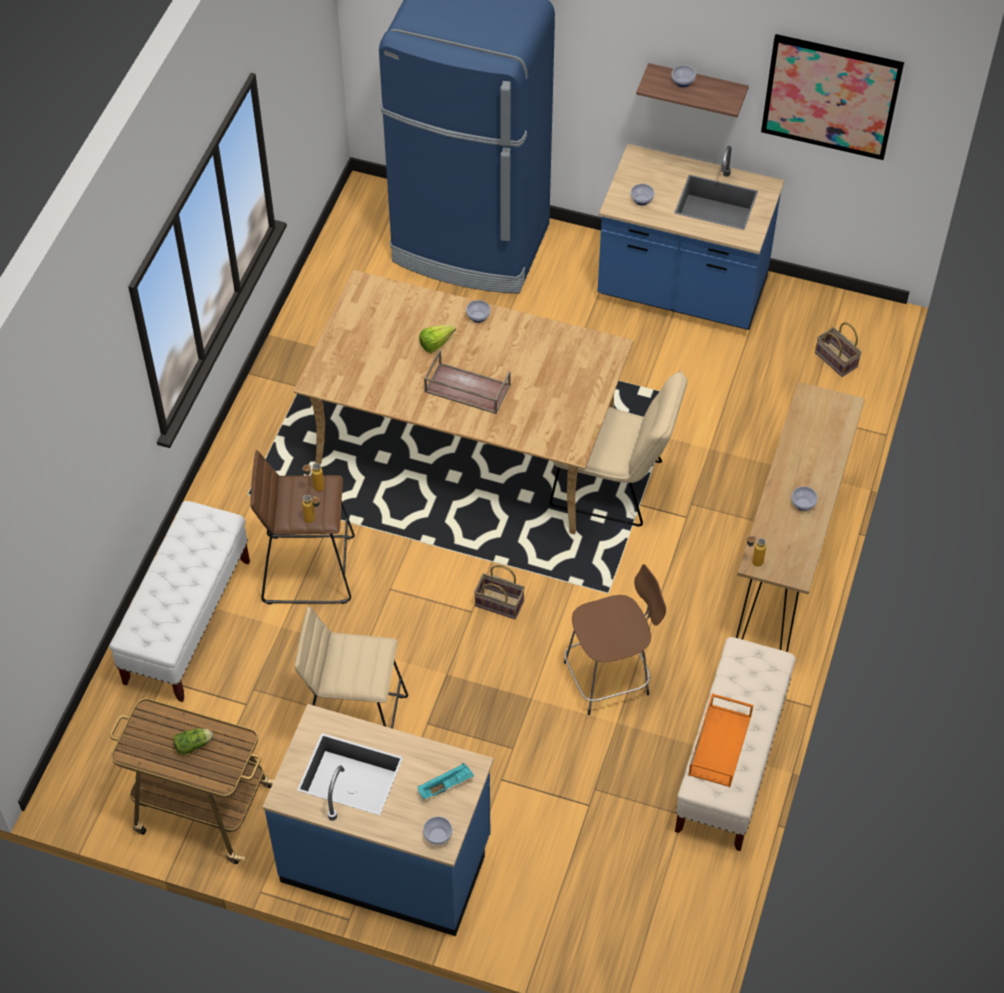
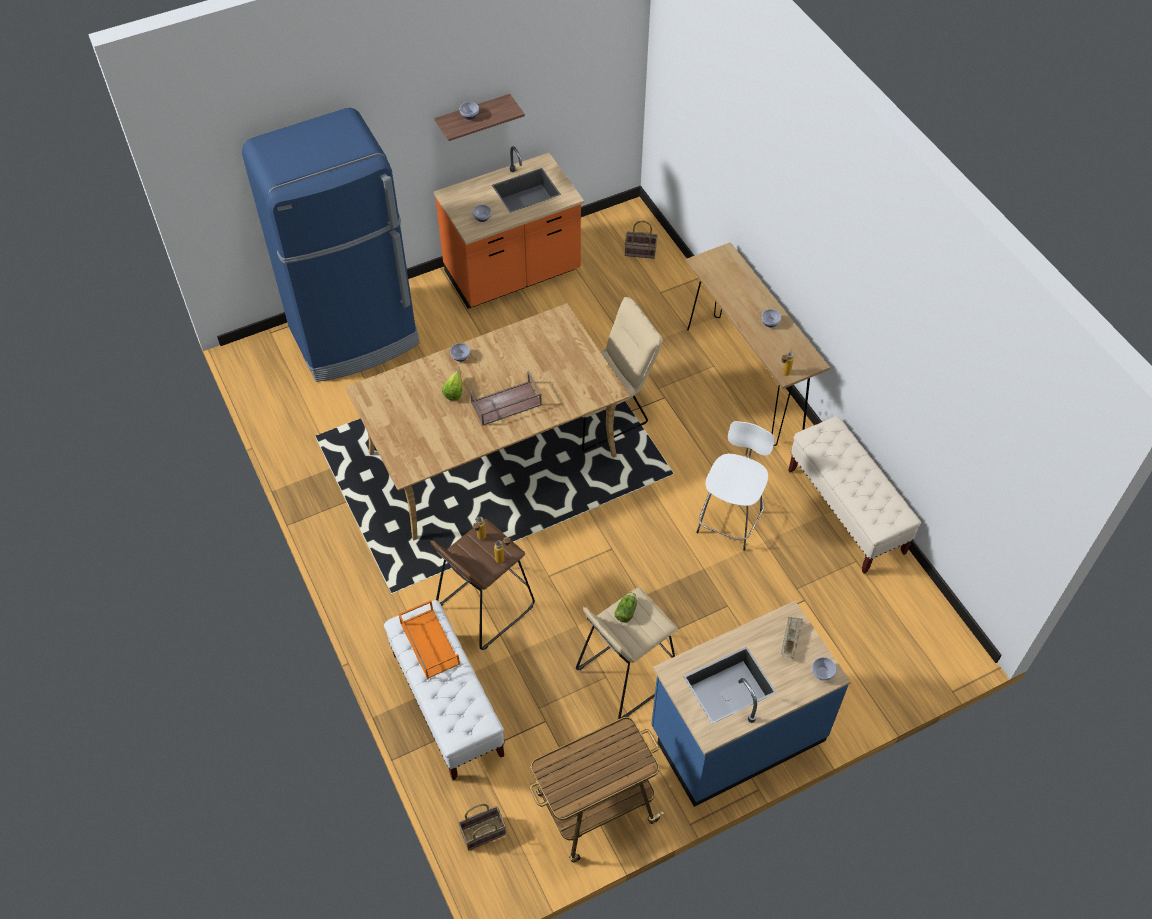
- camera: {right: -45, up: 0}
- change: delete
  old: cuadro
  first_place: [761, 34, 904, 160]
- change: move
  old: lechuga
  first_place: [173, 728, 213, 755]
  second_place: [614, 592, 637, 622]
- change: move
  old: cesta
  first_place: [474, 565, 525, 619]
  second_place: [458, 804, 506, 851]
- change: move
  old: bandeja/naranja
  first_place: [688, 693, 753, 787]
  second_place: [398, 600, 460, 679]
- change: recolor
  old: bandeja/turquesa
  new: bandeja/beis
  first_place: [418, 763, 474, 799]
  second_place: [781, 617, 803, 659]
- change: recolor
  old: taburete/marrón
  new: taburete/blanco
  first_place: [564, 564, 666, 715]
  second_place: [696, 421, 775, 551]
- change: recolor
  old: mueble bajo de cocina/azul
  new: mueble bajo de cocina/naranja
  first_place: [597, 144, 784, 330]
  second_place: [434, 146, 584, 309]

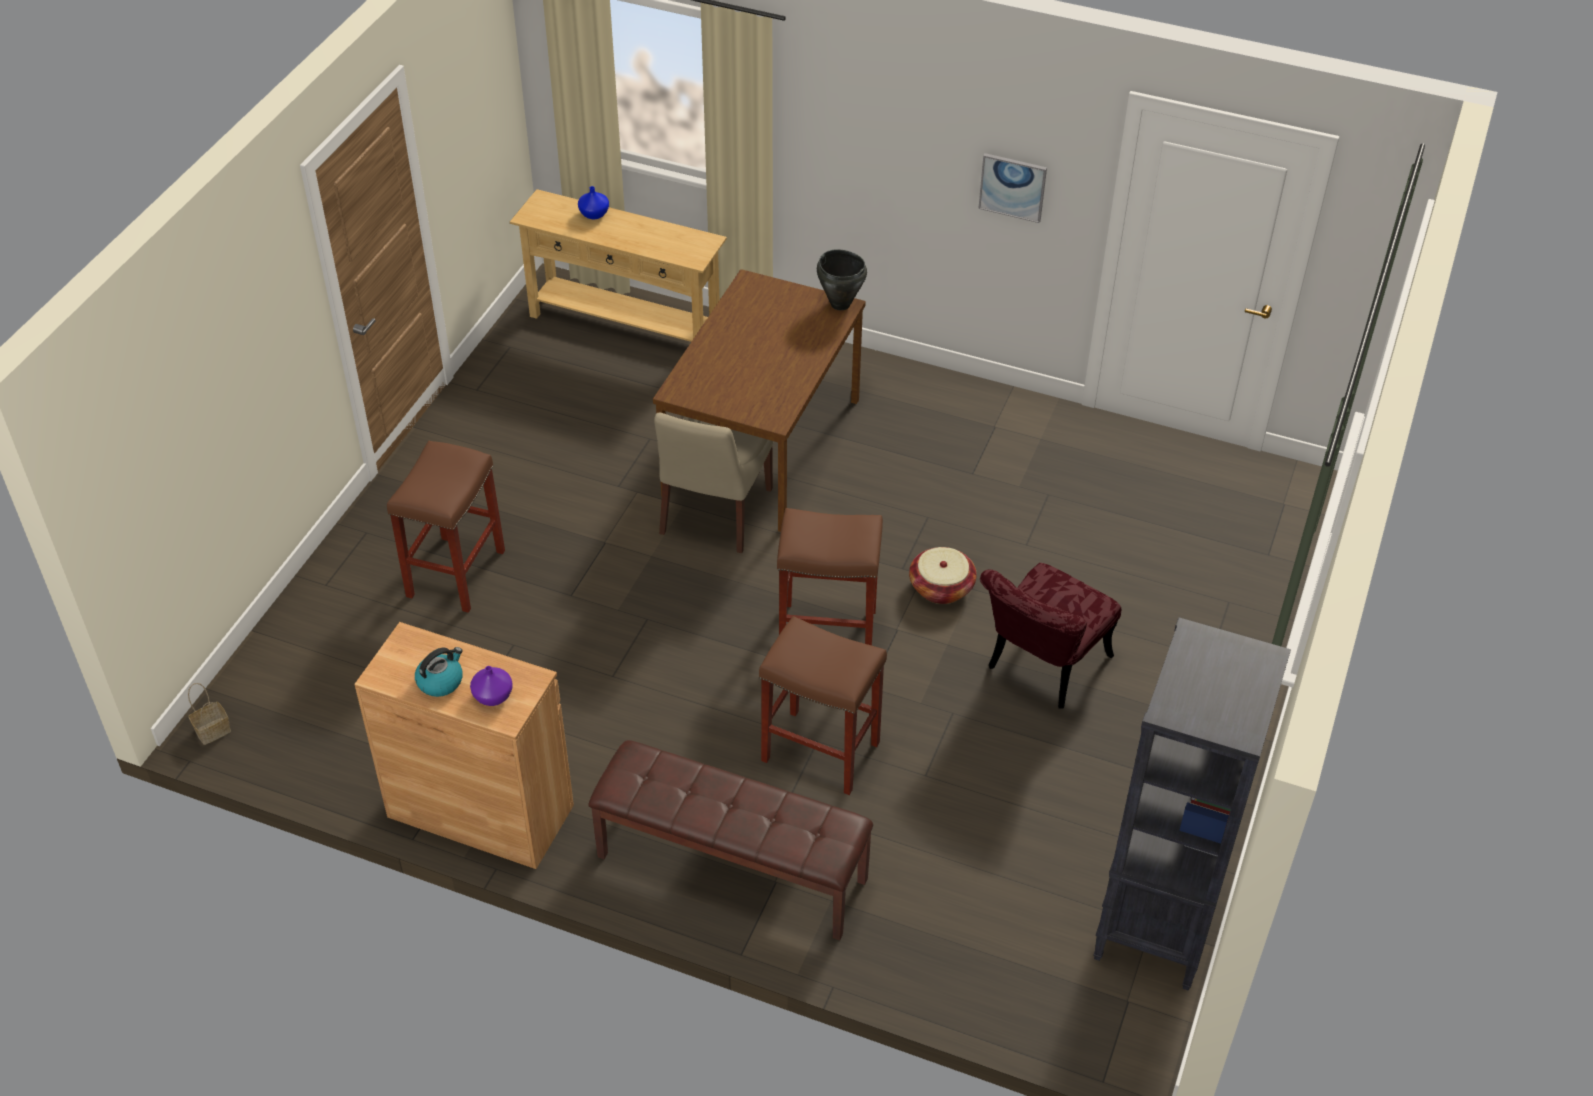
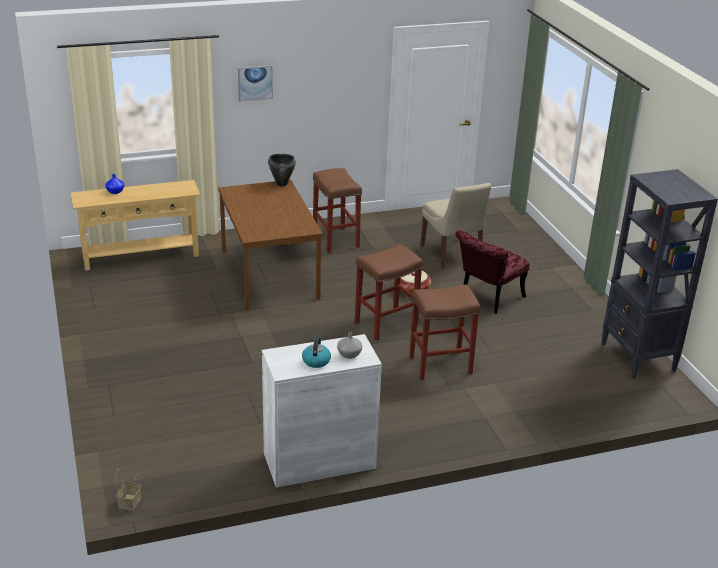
- camera: {right: -40, up: -15}
- change: delete
  old: banco/marrón
  first_place: [588, 740, 873, 940]
- change: move
  old: taburete/marrón
  first_place: [387, 441, 505, 613]
  second_place: [313, 168, 362, 253]
- change: move
  old: silla/beis
  first_place: [654, 413, 774, 553]
  second_place: [421, 183, 491, 269]
- change: move
  old: cuadro
  first_place: [978, 153, 1047, 223]
  second_place: [238, 65, 273, 102]
- change: recolor
  old: armario/marrón
  new: armario/blanco
  first_place: [354, 622, 574, 869]
  second_place: [262, 334, 382, 488]
- change: recolor
  old: florero/morado
  new: florero/gris
  first_place: [470, 666, 513, 706]
  second_place: [337, 332, 362, 359]
- change: rotate
  old: silla/rojo
  first_place: [980, 563, 1121, 709]
  second_place: [455, 230, 529, 314]
  degrees: 45

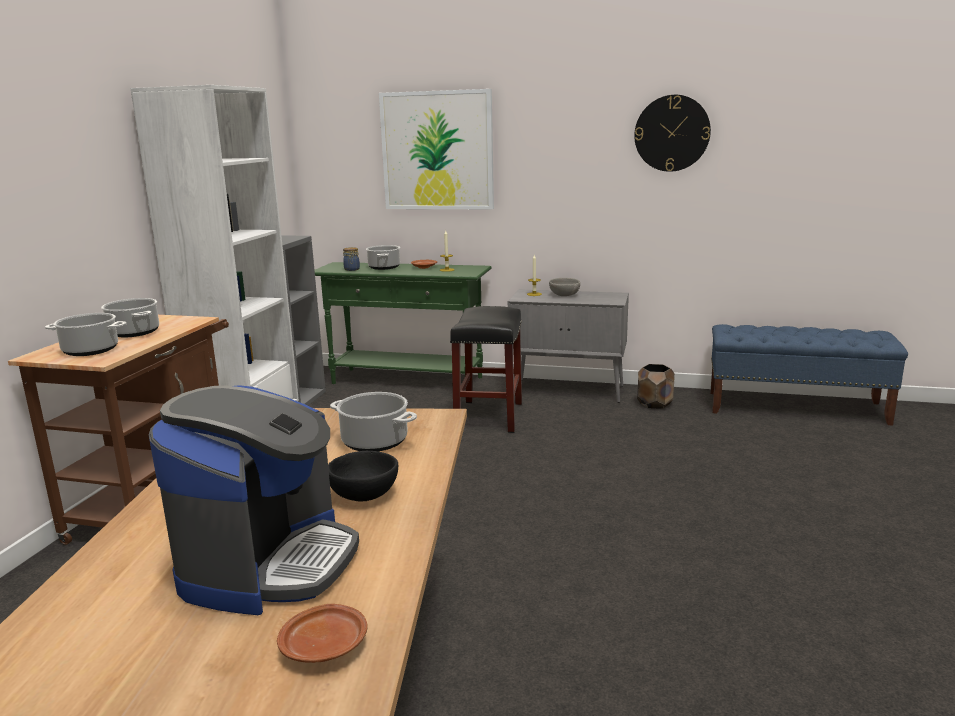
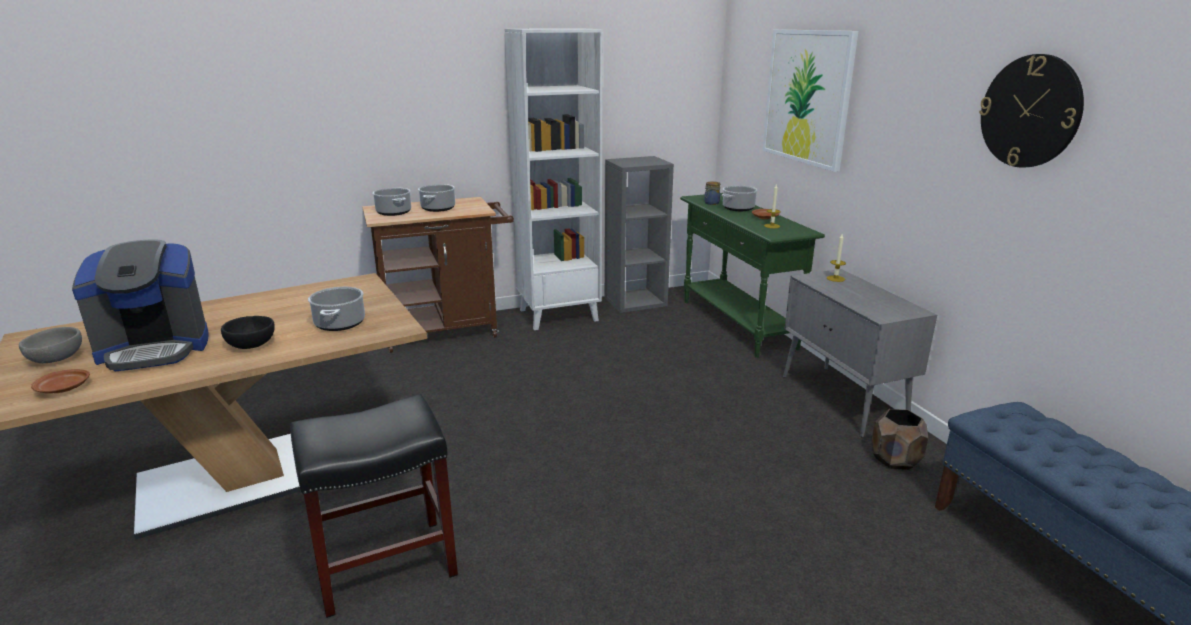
- camera: {right: 55, up: 5}
- change: move
  old: taburete/negro
  first_place: [450, 306, 522, 433]
  second_place: [291, 394, 458, 618]
- change: move
  old: cuenco/gris
  first_place: [549, 278, 580, 296]
  second_place: [19, 327, 82, 363]

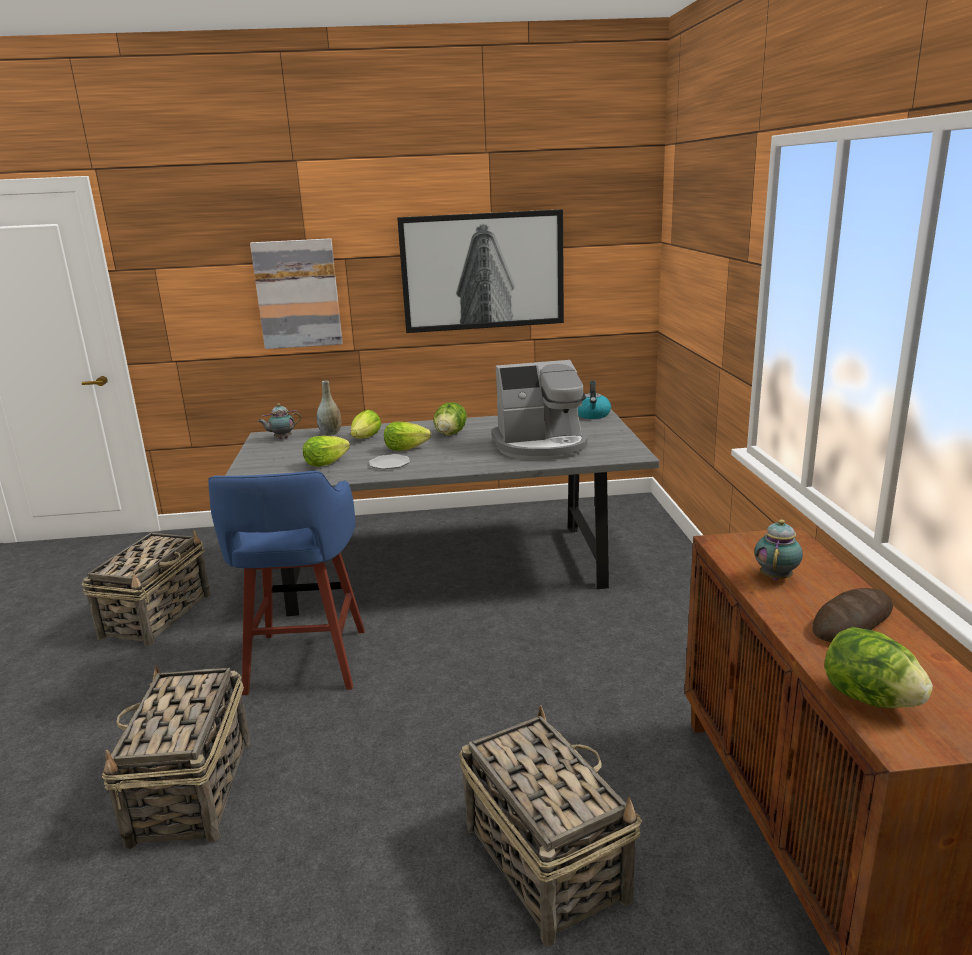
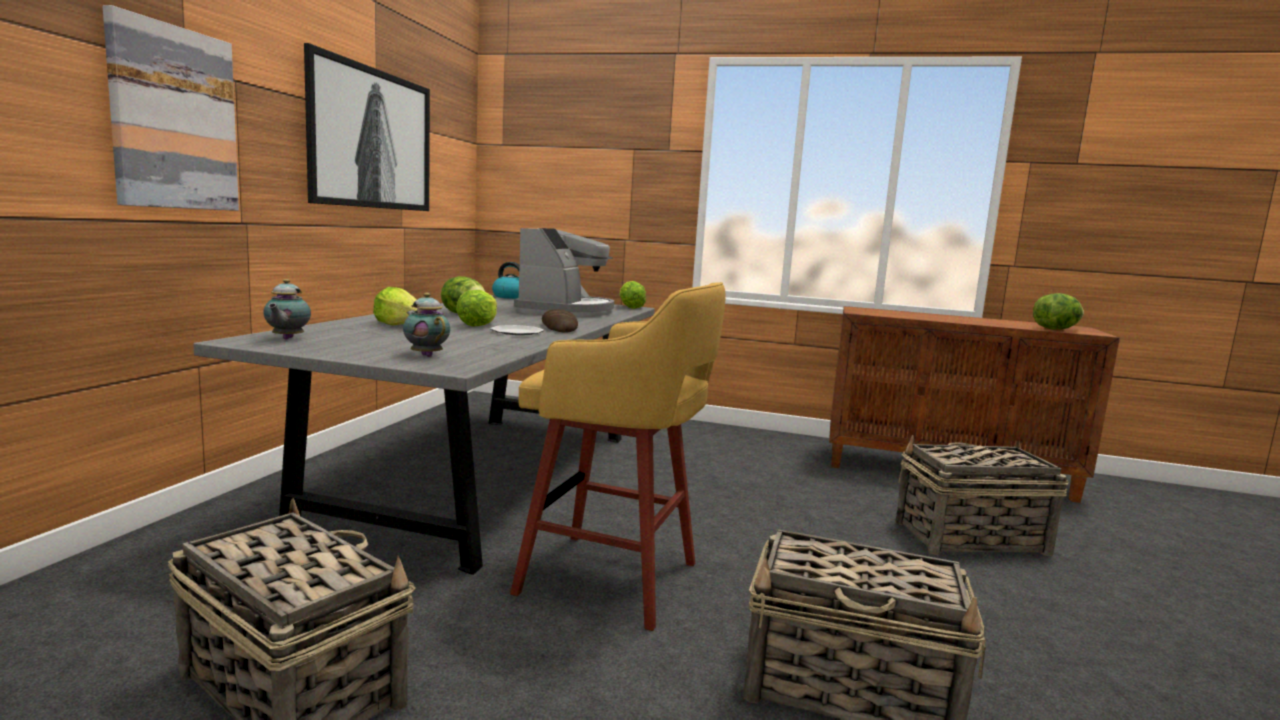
- camera: {right: -70, up: -10}
- change: delete
  old: florero/gris
  first_place: [317, 381, 341, 435]
- change: move
  old: lechuga
  first_place: [303, 436, 350, 467]
  second_place: [619, 281, 646, 309]
- change: move
  old: tetera
  first_place: [754, 519, 803, 580]
  second_place: [403, 293, 450, 357]
- change: move
  old: pan
  first_place: [812, 588, 893, 642]
  second_place: [542, 309, 578, 333]
- change: recolor
  old: taburete/azul
  new: taburete/amarillo
  first_place: [208, 471, 365, 695]
  second_place: [510, 282, 726, 631]

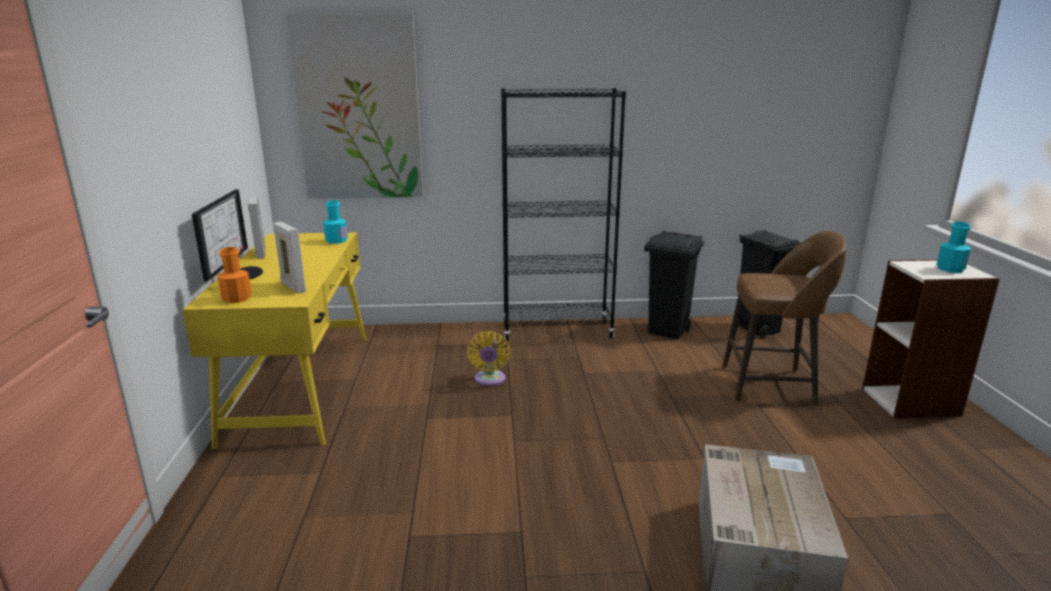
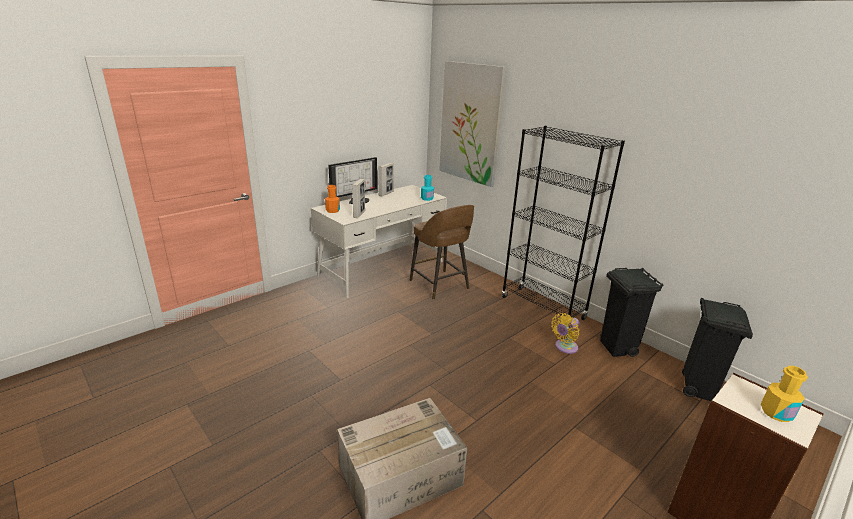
- camera: {right: 50, up: 5}
- change: move
  old: ventilador/amarillo
  first_place: [467, 331, 511, 386]
  second_place: [551, 313, 580, 354]
- change: move
  old: taburete/marrón
  first_place: [722, 231, 846, 406]
  second_place: [410, 205, 474, 299]
- change: recolor
  old: escritorio/amarillo
  new: escritorio/blanco
  first_place: [183, 232, 366, 449]
  second_place: [311, 185, 447, 298]
- change: recolor
  old: botella/turquesa
  new: botella/amarillo
  first_place: [936, 221, 971, 273]
  second_place: [761, 366, 808, 422]

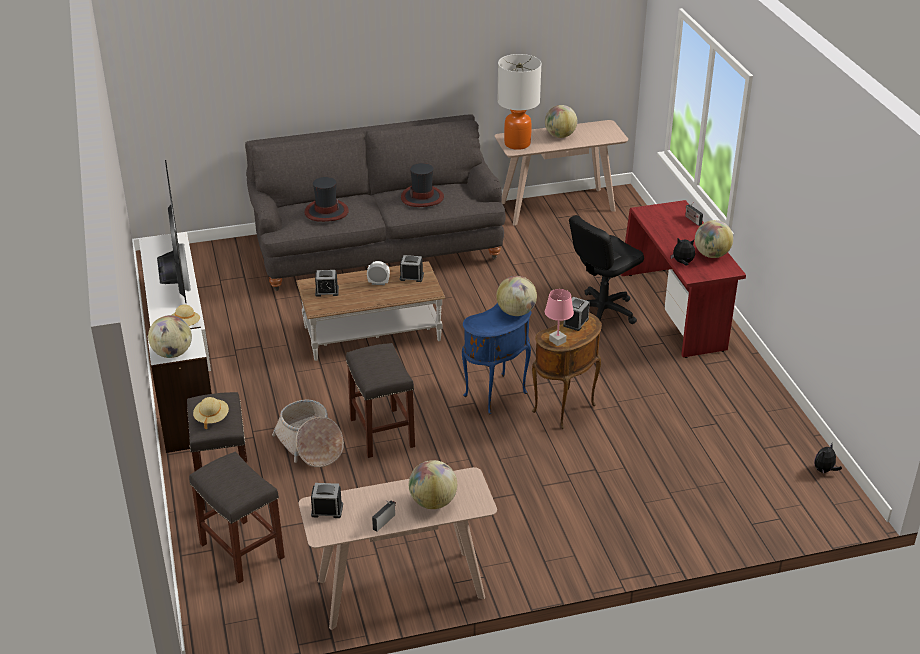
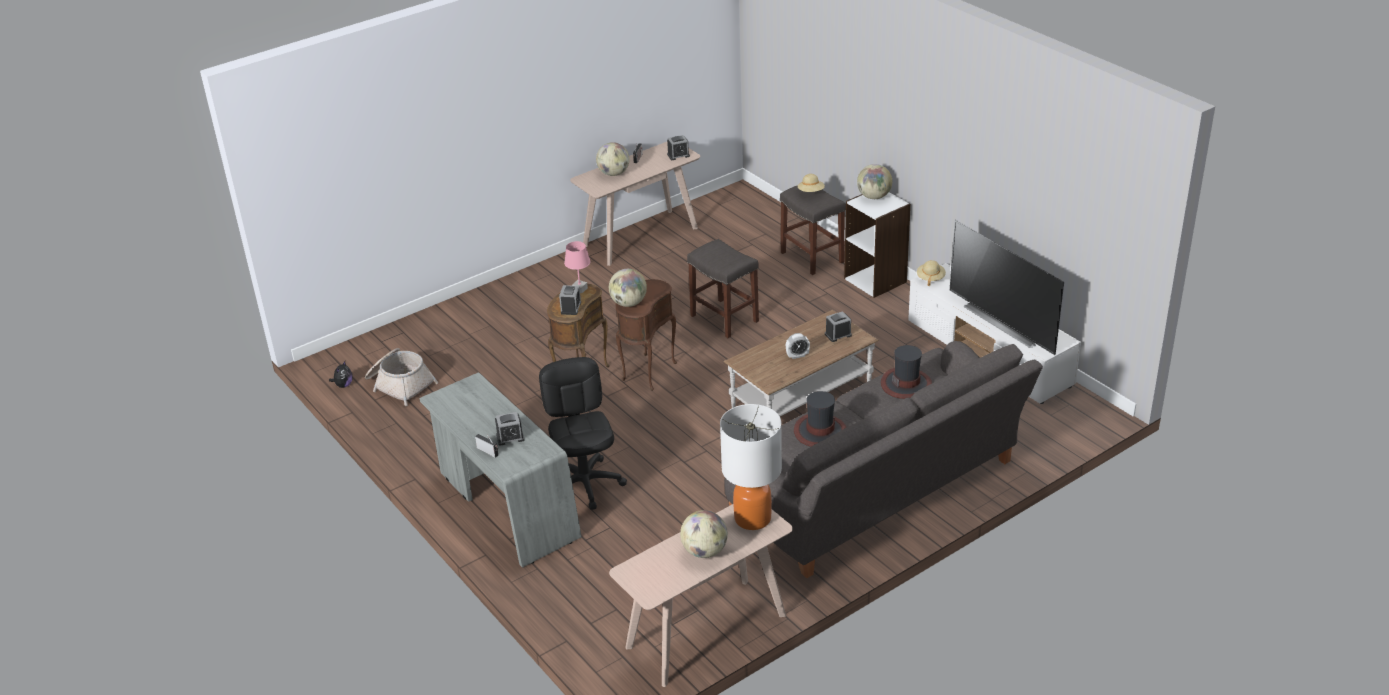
- camera: {right: 160, up: 0}
- change: delete
  old: taburete/gris
  first_place: [189, 452, 285, 583]
- change: delete
  old: peluche
  first_place: [671, 238, 695, 266]
- change: delete
  old: globo terráqueo
  first_place: [695, 220, 733, 258]
- change: move
  old: cesta
  first_place: [272, 400, 344, 467]
  second_place: [365, 348, 438, 406]
- change: move
  old: despertador
  first_place: [400, 255, 424, 282]
  second_place: [495, 412, 524, 446]
- change: recolor
  old: mesa auxiliar/azul
  new: mesa auxiliar/marrón
  first_place: [462, 303, 531, 414]
  second_place: [616, 279, 677, 391]
- change: recolor
  old: escritorio/rojo
  new: escritorio/gris
  first_place: [621, 200, 746, 358]
  second_place: [420, 372, 582, 568]
- change: rotate
  old: silla de oficina/negro
  first_place: [569, 215, 644, 324]
  second_place: [539, 357, 627, 510]
  degrees: -45

